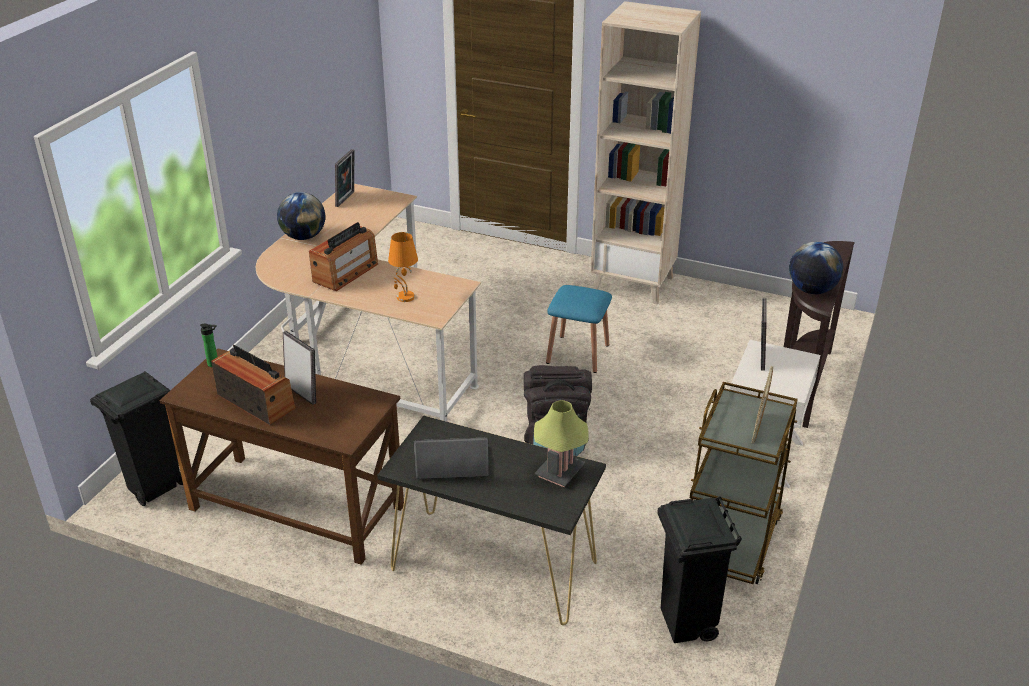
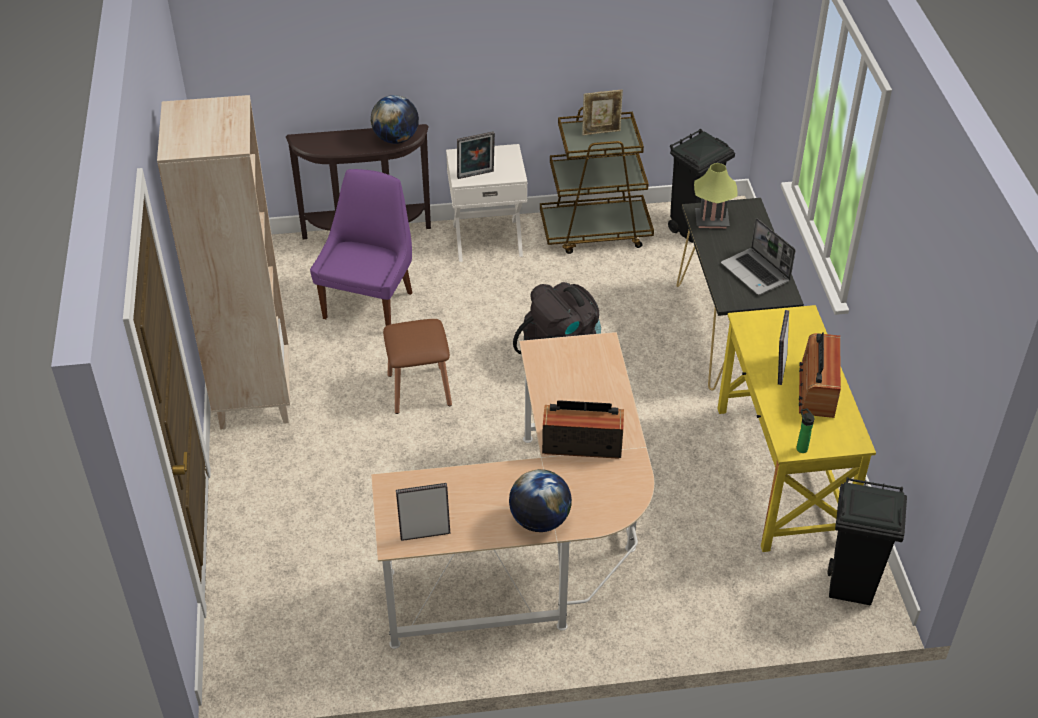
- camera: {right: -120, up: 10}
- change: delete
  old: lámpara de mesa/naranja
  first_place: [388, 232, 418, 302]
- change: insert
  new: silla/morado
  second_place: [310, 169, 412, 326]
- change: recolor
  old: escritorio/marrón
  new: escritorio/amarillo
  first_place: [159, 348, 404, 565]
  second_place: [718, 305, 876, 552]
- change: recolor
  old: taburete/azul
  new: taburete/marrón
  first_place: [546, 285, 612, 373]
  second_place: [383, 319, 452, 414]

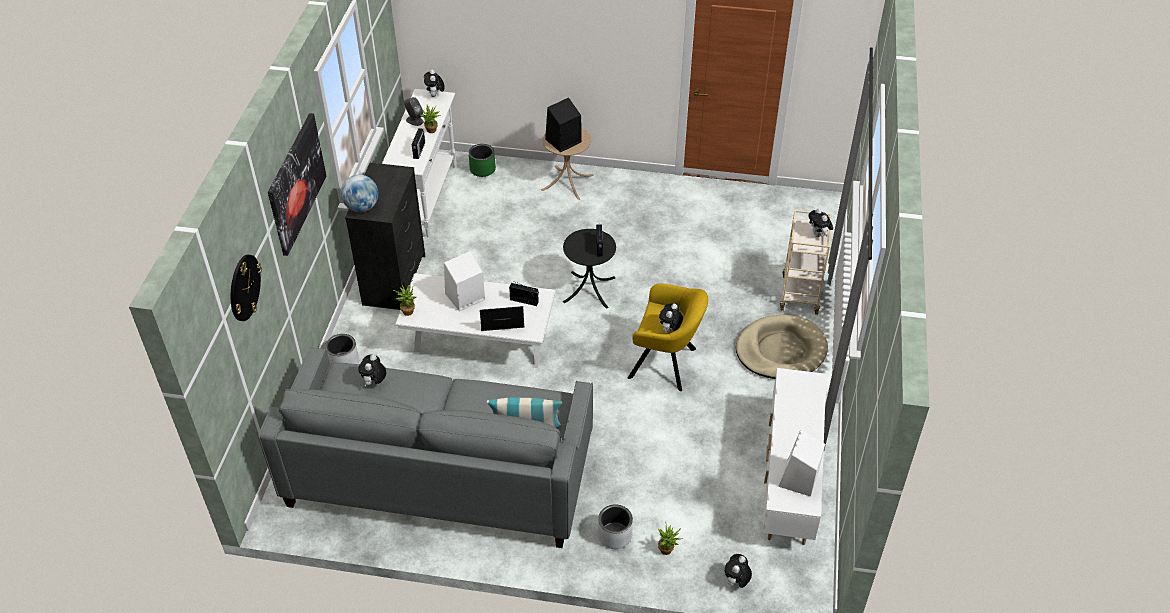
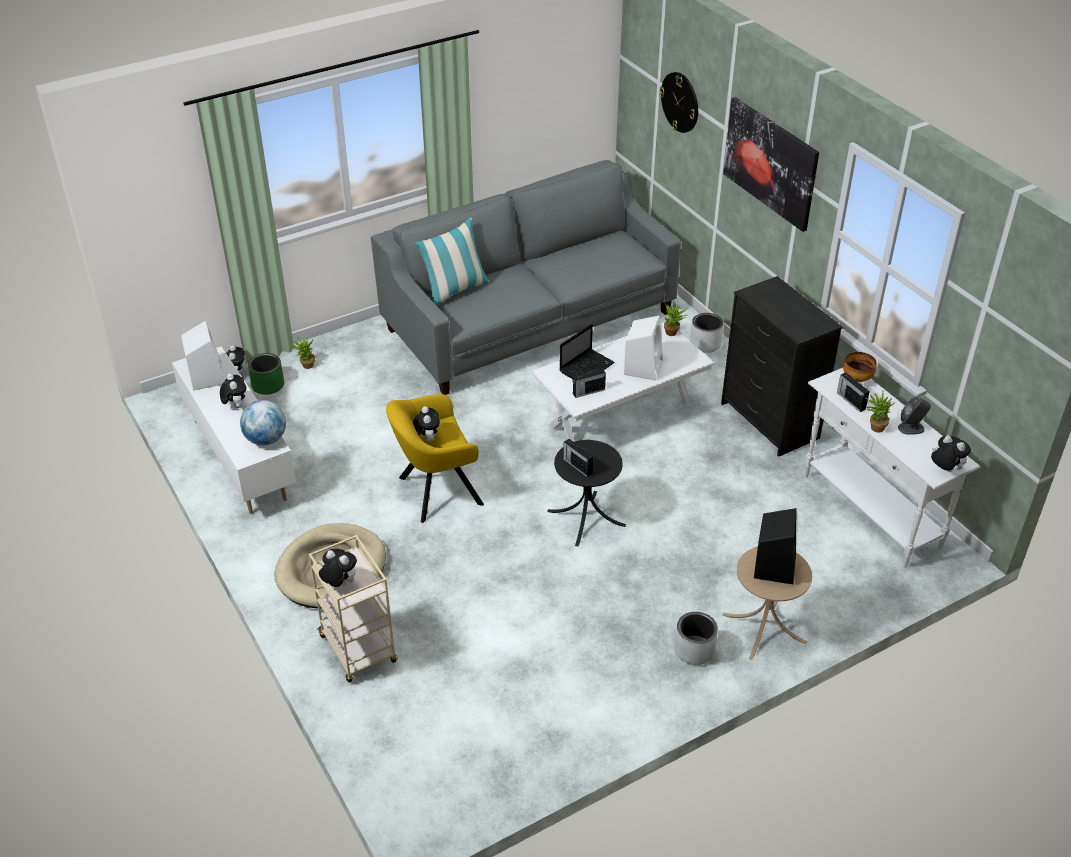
- camera: {right: 140, up: -5}
- change: insert
  new: cuenco
  second_place: [843, 352, 877, 382]
- change: move
  old: globo terráqueo
  first_place: [341, 175, 378, 212]
  second_place: [240, 400, 286, 445]
- change: move
  old: peluche
  first_place: [358, 354, 386, 386]
  second_place: [220, 373, 246, 408]
- change: move
  old: maceta/verde
  first_place: [469, 144, 496, 177]
  second_place: [248, 353, 284, 395]
- change: move
  old: maceta/gris
  first_place: [598, 504, 633, 549]
  second_place: [674, 612, 718, 665]

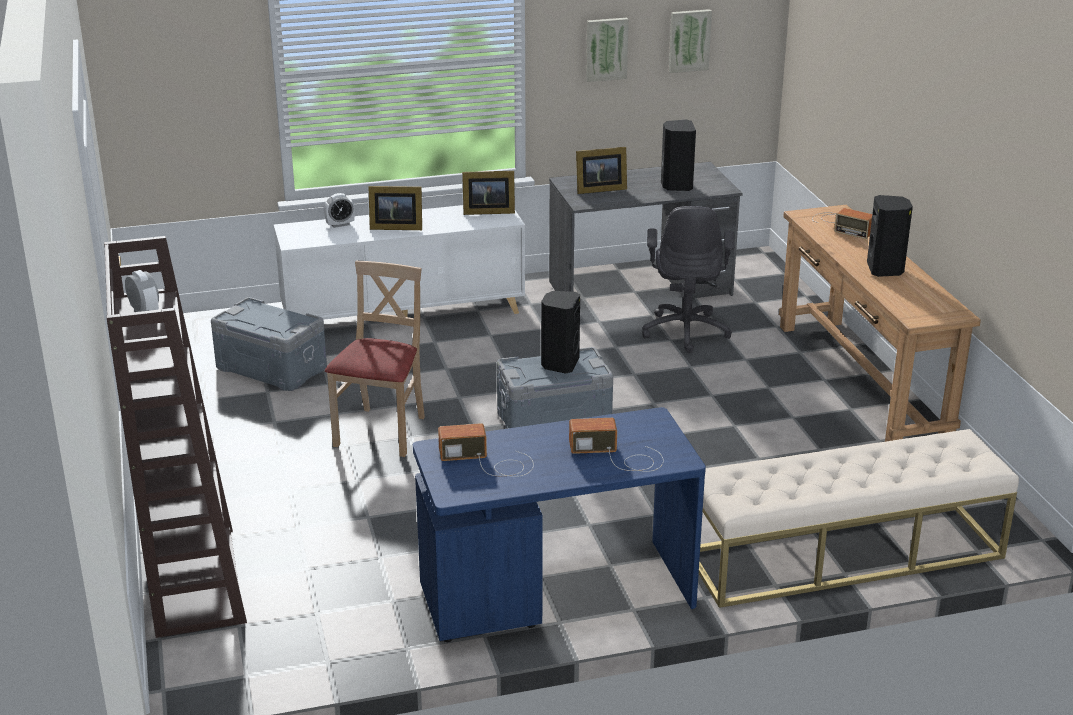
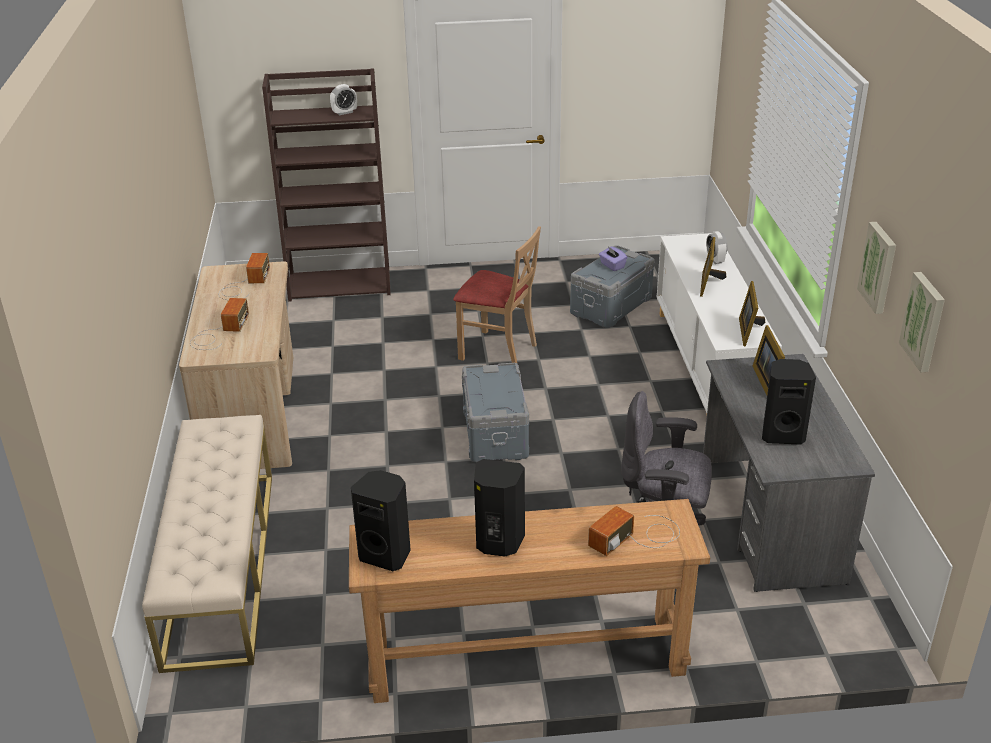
- camera: {right: 100, up: 5}
- change: insert
  new: caja de pañuelos/morado
  second_place: [599, 246, 628, 271]
- change: move
  old: altavoz/negro
  first_place: [541, 291, 580, 374]
  second_place: [351, 470, 411, 571]
- change: recolor
  old: escritorio/azul
  new: escritorio/beis
  first_place: [413, 407, 706, 642]
  second_place: [179, 261, 293, 469]

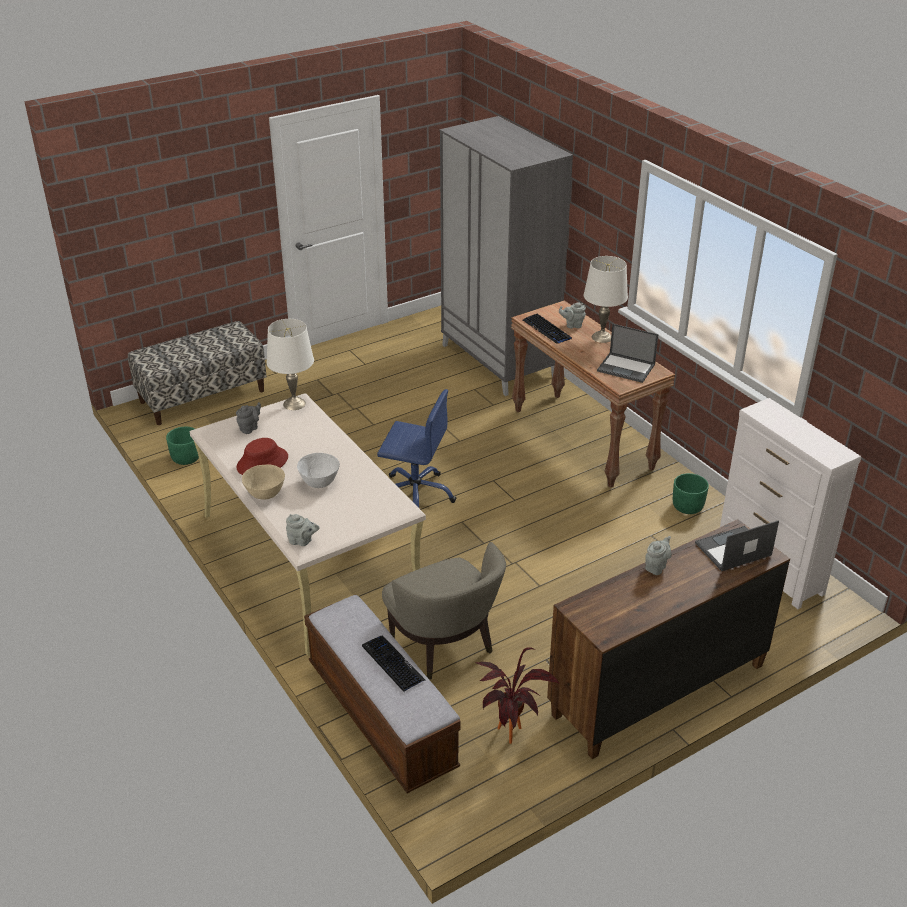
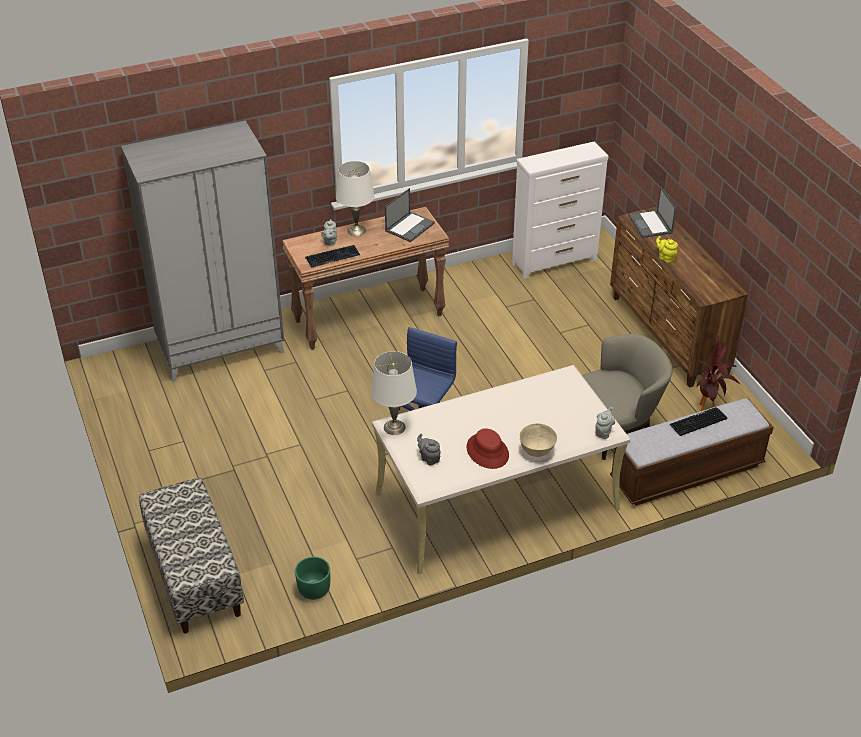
- camera: {right: -80, up: 5}
- change: delete
  old: cuenco/blanco
  first_place: [297, 453, 340, 488]
- change: delete
  old: maceta/verde
  first_place: [673, 473, 709, 514]
- change: recolor
  old: tetera/gris
  new: tetera/amarillo
  first_place: [645, 536, 672, 575]
  second_place: [656, 236, 678, 263]

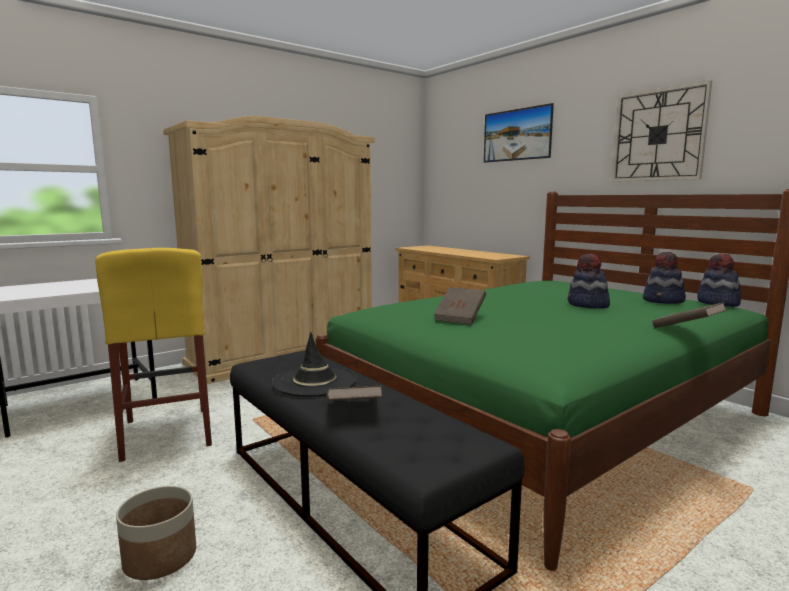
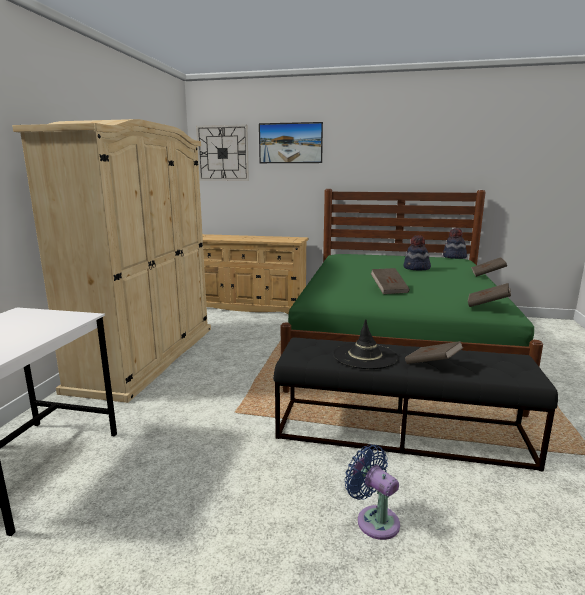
- camera: {right: -40, up: 5}
- change: delete
  old: taburete/amarillo
  first_place: [95, 248, 212, 462]
- change: delete
  old: sombrero
  first_place: [643, 252, 686, 304]
- change: insert
  new: libro/marrón
  second_place: [468, 283, 511, 307]
- change: move
  old: reloj de pared
  first_place: [611, 80, 712, 182]
  second_place: [196, 125, 249, 181]
- change: replace
  old: maceta
  new: ventilador/azul
  first_place: [116, 486, 196, 580]
  second_place: [345, 444, 400, 540]

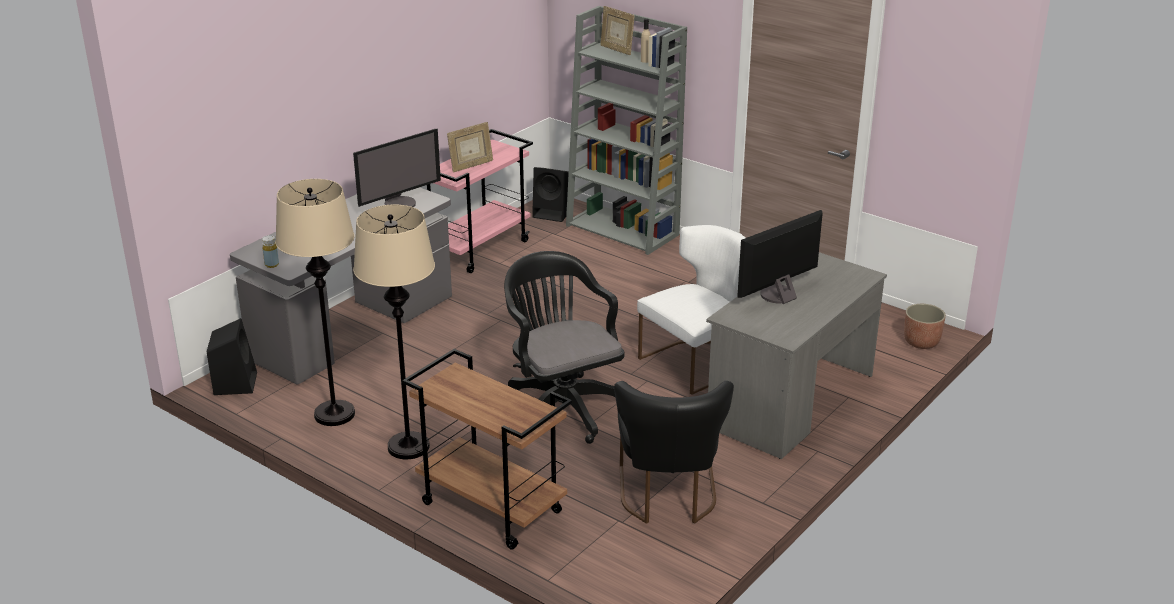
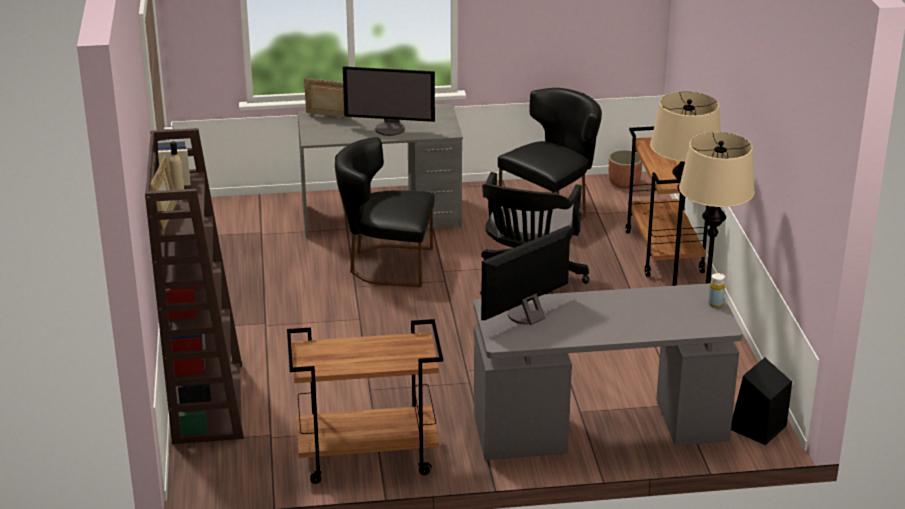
- camera: {right: -135, up: 0}
- change: delete
  old: altavoz/negro
  first_place: [532, 167, 569, 222]
- change: move
  old: portarretratos
  first_place: [447, 122, 493, 172]
  second_place: [304, 78, 351, 118]
- change: move
  old: maceta
  first_place: [904, 304, 946, 349]
  second_place: [609, 150, 643, 189]
- change: recolor
  old: carrito/rosa
  new: carrito/marrón
  first_place: [427, 129, 533, 273]
  second_place: [287, 319, 443, 484]
- change: recolor
  old: estantería/gris
  new: estantería/marrón
  first_place: [566, 6, 687, 255]
  second_place: [145, 128, 244, 444]
- change: recolor
  old: silla/blanco
  new: silla/negro
  first_place: [637, 225, 746, 395]
  second_place: [335, 137, 435, 287]
- change: rotate
  old: monitor
  first_place: [353, 129, 441, 207]
  second_place: [481, 225, 570, 325]
  degrees: -45

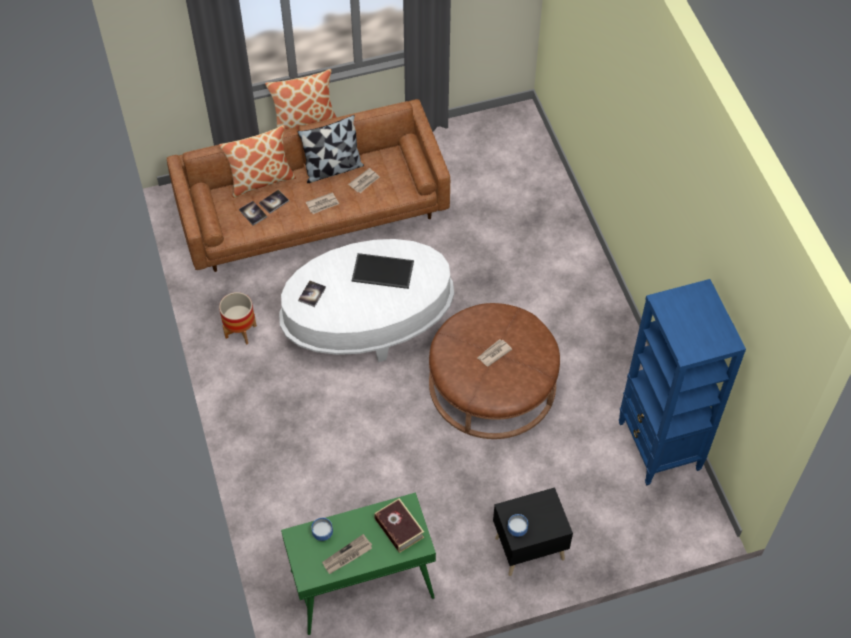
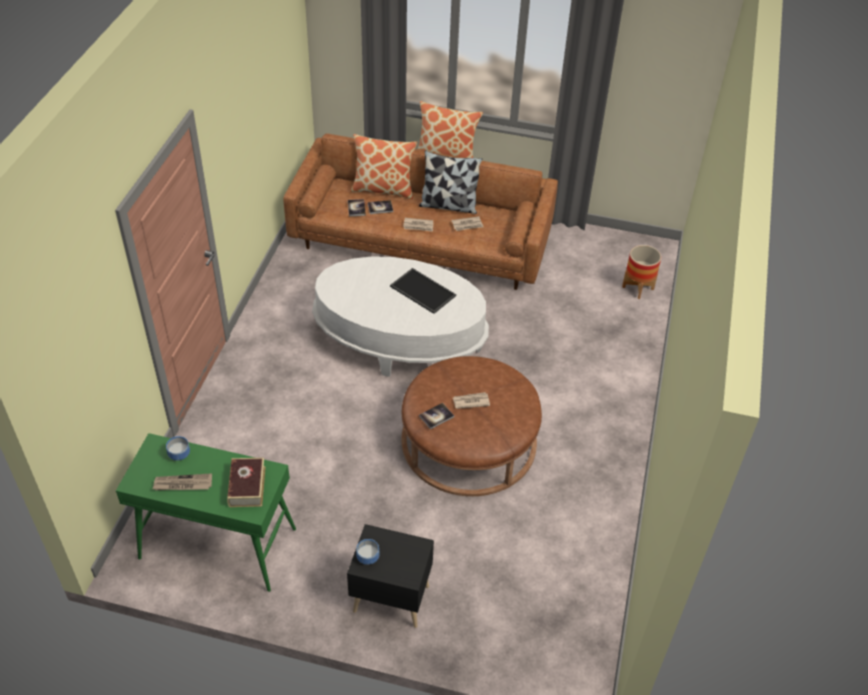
- camera: {right: 30, up: -10}
- change: delete
  old: estantería/azul
  first_place: [619, 279, 746, 485]
- change: move
  old: maceta
  first_place: [219, 292, 257, 345]
  second_place: [622, 245, 661, 299]
- change: move
  old: libro
  first_place: [298, 281, 326, 307]
  second_place: [419, 403, 454, 430]

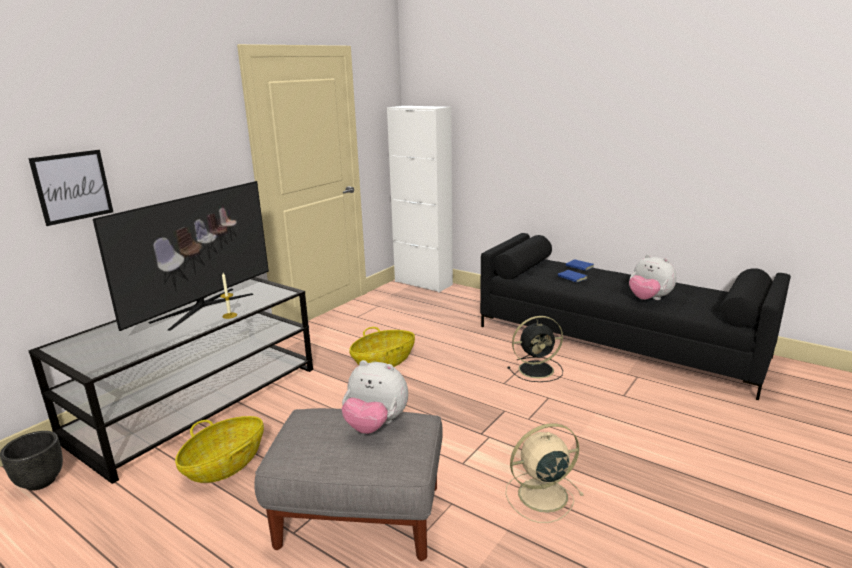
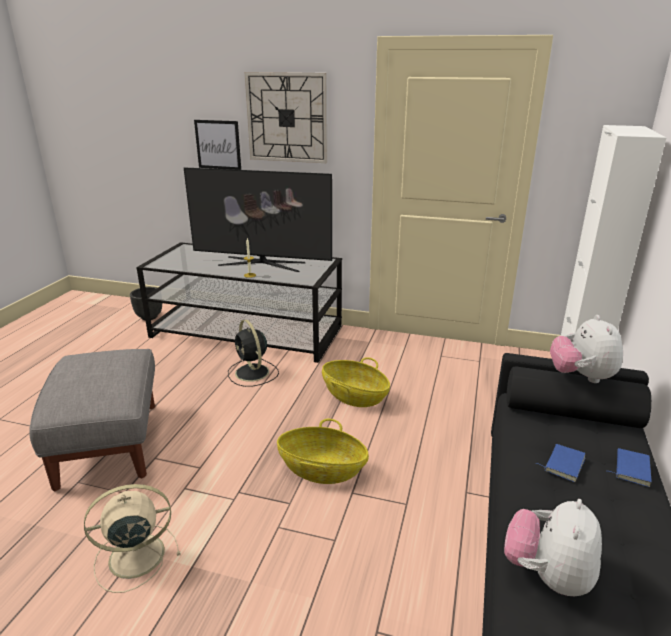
- camera: {right: 70, up: 5}
- change: insert
  new: reloj de pared
  second_place: [245, 72, 327, 163]
- change: move
  old: cesta
  first_place: [175, 416, 264, 483]
  second_place: [277, 419, 369, 484]
- change: move
  old: peluche
  first_place: [341, 360, 408, 434]
  second_place: [550, 315, 623, 383]
- change: move
  old: ventilador/negro
  first_place: [508, 316, 563, 382]
  second_place: [228, 320, 279, 387]
- change: rotate
  old: ventilador/beis
  first_place: [505, 423, 584, 523]
  second_place: [84, 484, 181, 593]
  degrees: -75

